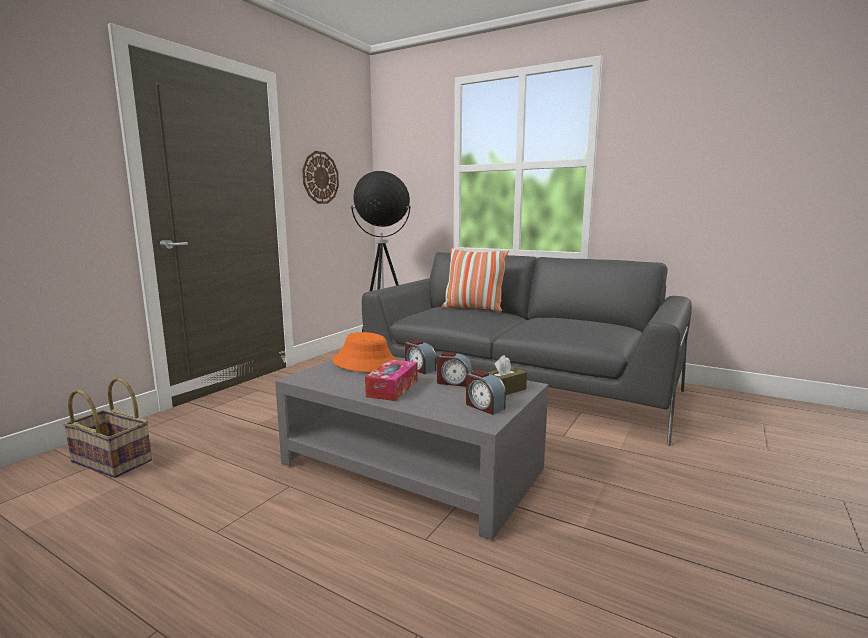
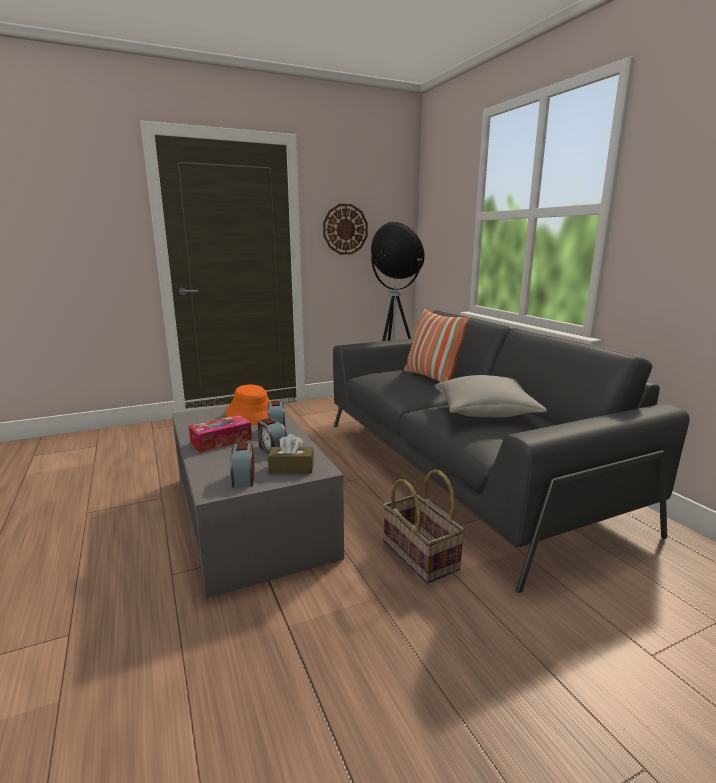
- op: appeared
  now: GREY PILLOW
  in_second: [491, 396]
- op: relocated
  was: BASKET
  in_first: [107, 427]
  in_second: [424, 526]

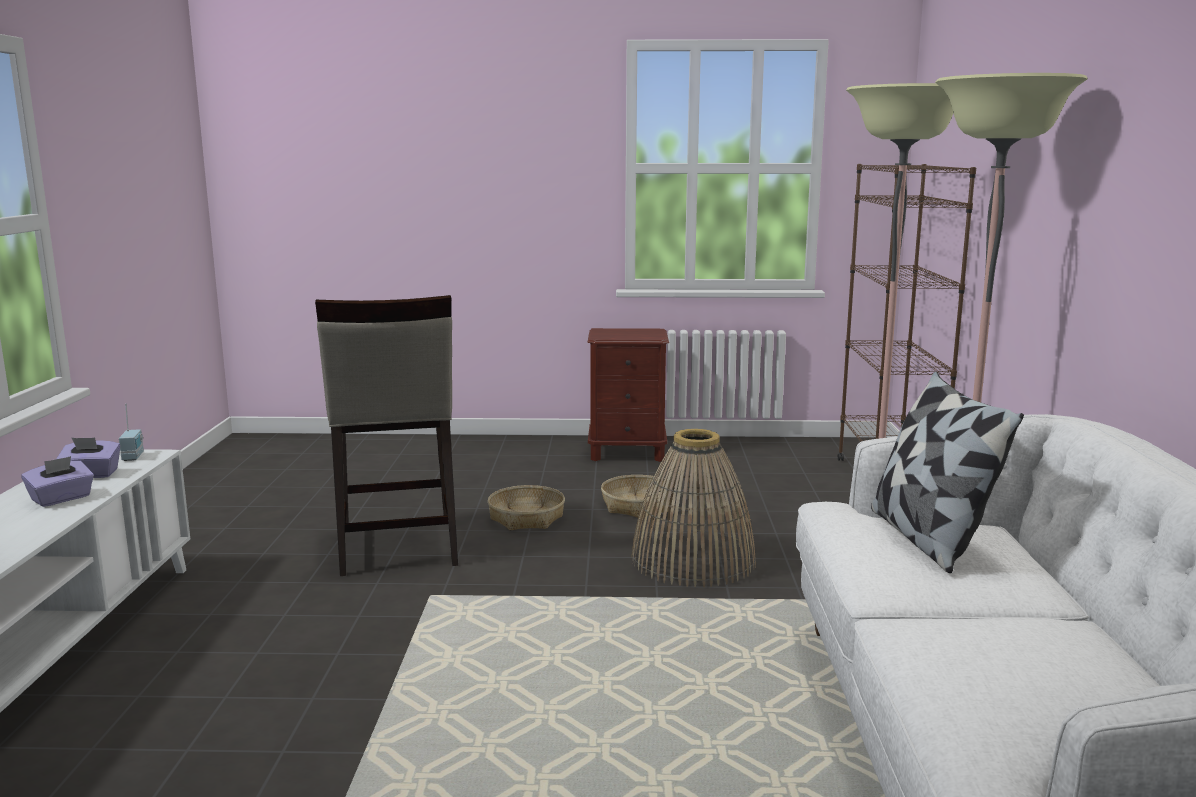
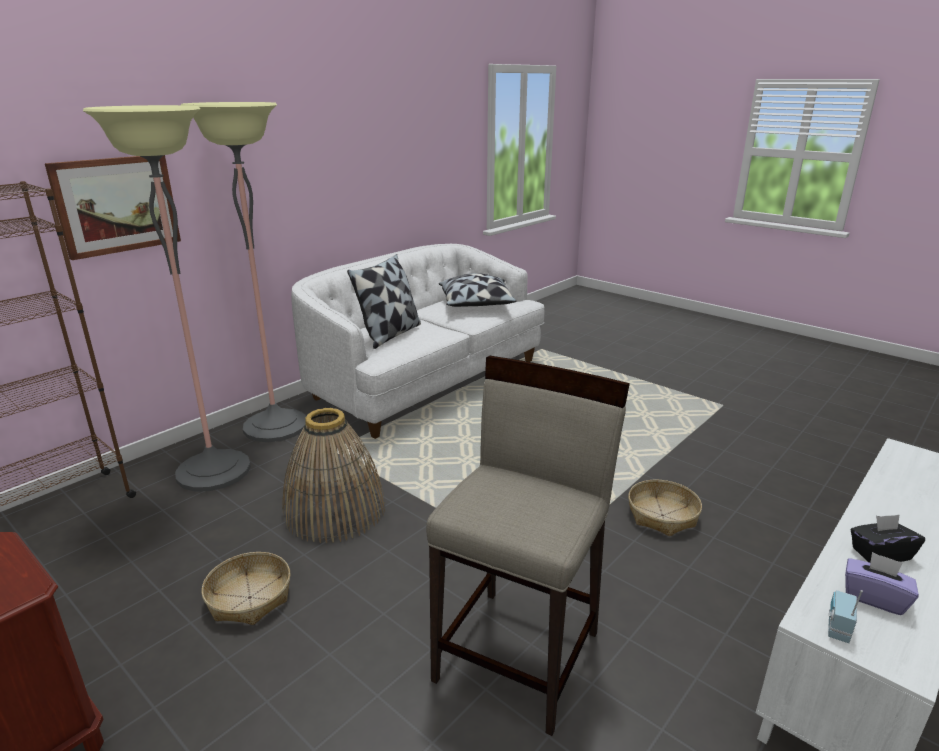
- op: appeared
  now: PICTURE
  in_second: [113, 207]
- op: appeared
  now: PILLOW
  in_second: [478, 290]
- op: relocated
  was: BASKET
  in_first: [526, 507]
  in_second: [665, 508]
- op: colour
  was: PURPLE TISSUE BOX
  now: BLACK TISSUE BOX
  in_first: [57, 481]
  in_second: [887, 539]

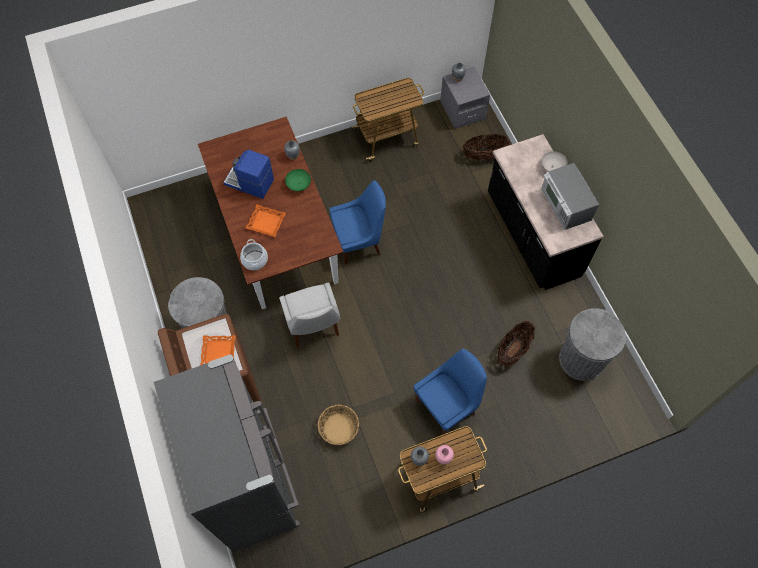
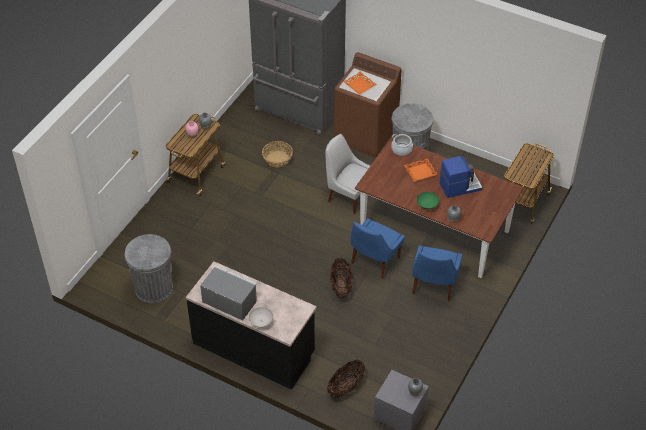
- op: relocated
  was: CART
  in_first: [387, 120]
  in_second: [529, 183]
- op: relocated
  was: BLUE CHAIR
  in_first: [450, 392]
  in_second: [437, 273]
- op: relocated
  was: BASKET
  in_first: [516, 343]
  in_second: [341, 278]

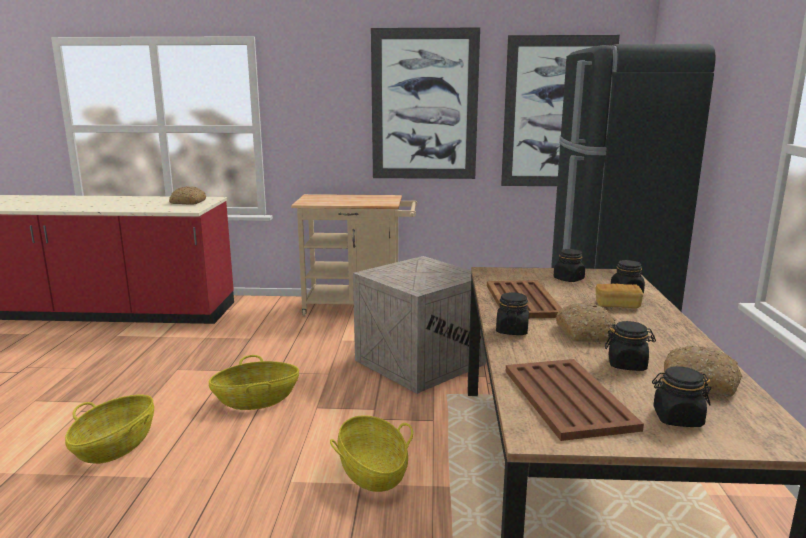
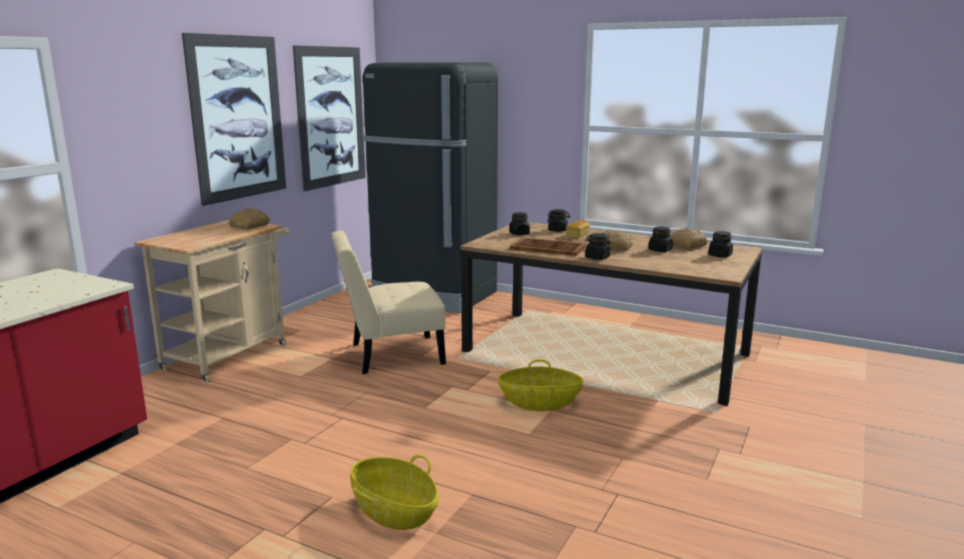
- op: missing
  was: BASKET
  in_first: [254, 382]
- op: missing
  was: BROWN TRAY
  in_first: [575, 400]
- op: relocated
  was: BREAD
  in_first: [188, 195]
  in_second: [249, 219]
- op: exchanged
  was: CRATE
  now: BEIGE CHAIR
  in_first: [419, 325]
  in_second: [389, 302]

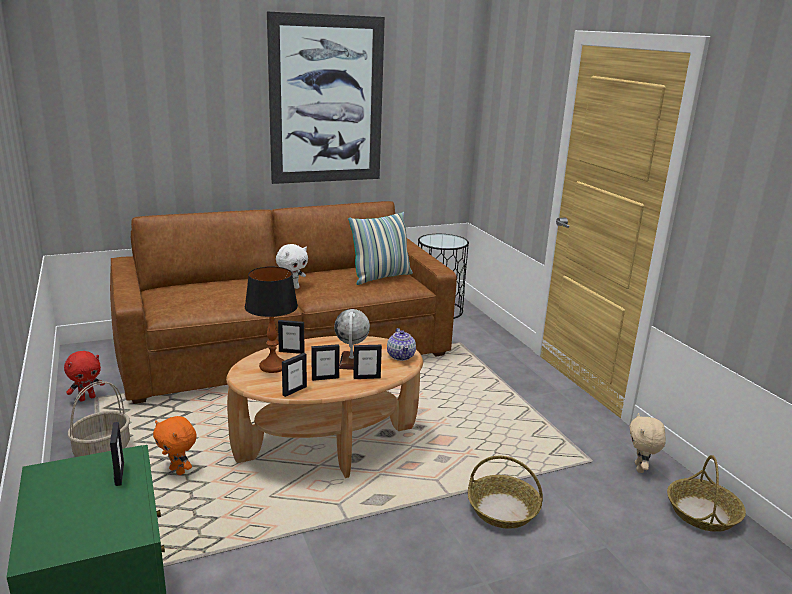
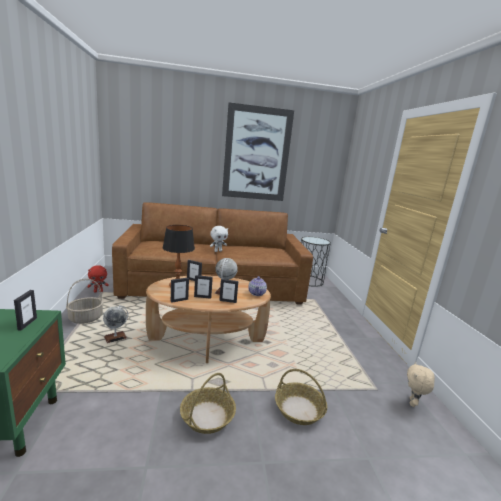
- op: missing
  was: PILLOW
  in_first: [380, 248]
- op: relocated
  was: BASKET
  in_first: [706, 493]
  in_second: [208, 403]
- op: exchanged
  was: ORANGE PLUSH TOY
  now: GLOBE
  in_first: [175, 445]
  in_second: [115, 324]

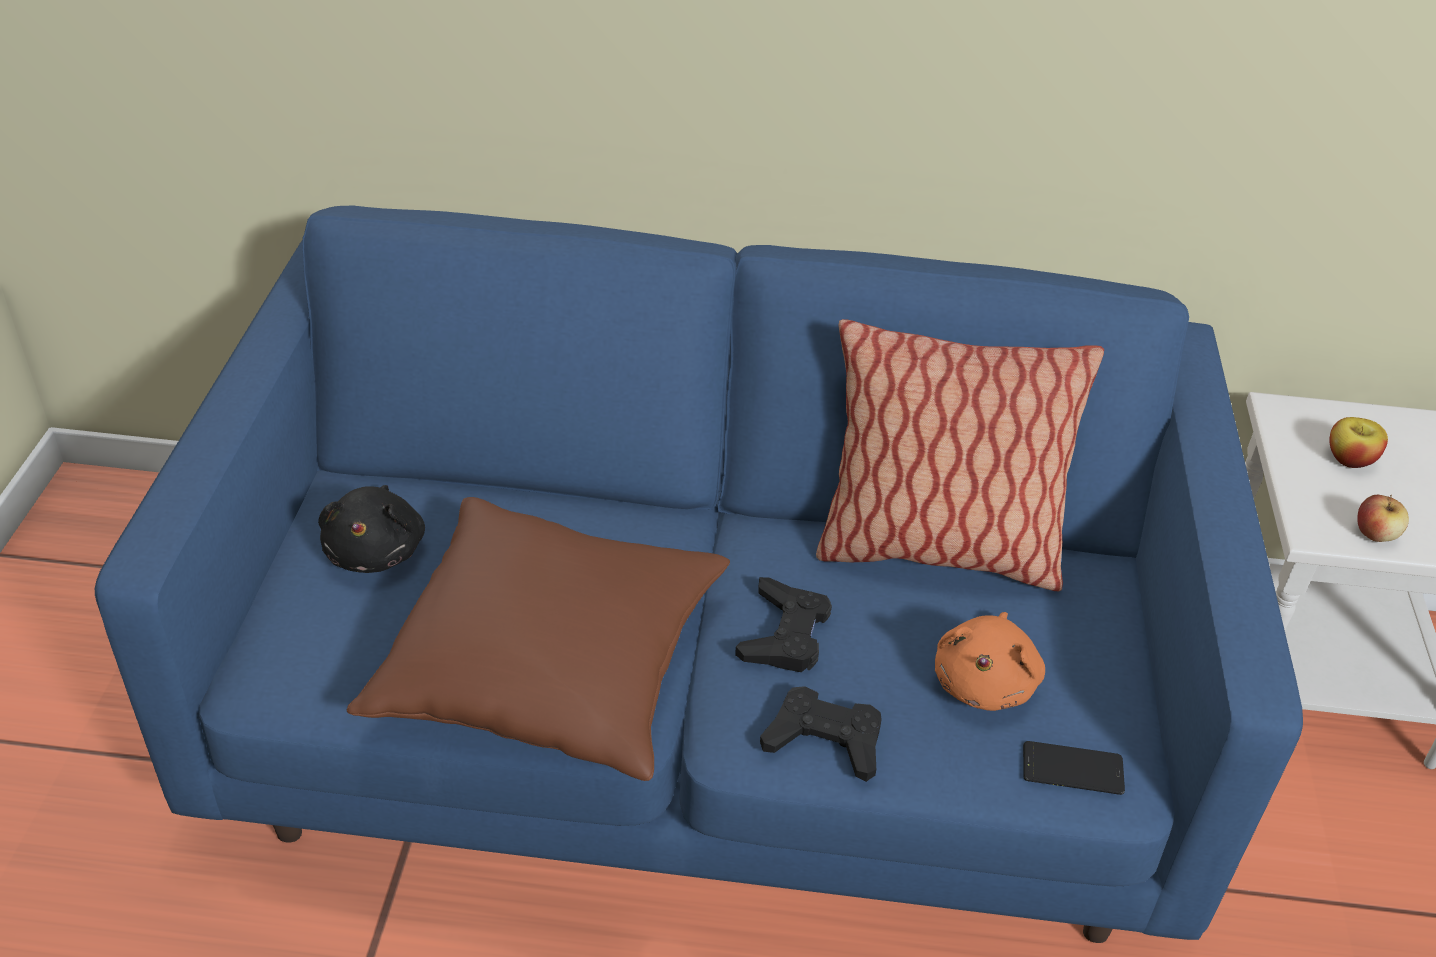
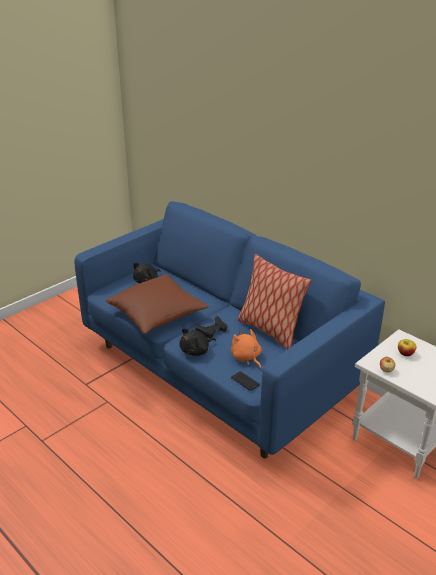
- op: exchanged
  was: BLACK GAME CONTROLLER
  now: BLACK PLUSH TOY
  in_first: [821, 734]
  in_second: [197, 342]
- op: spun
  was: ORANGE PLUSH TOY
  in_first: [990, 661]
  in_second: [246, 349]
  clockwise: 90

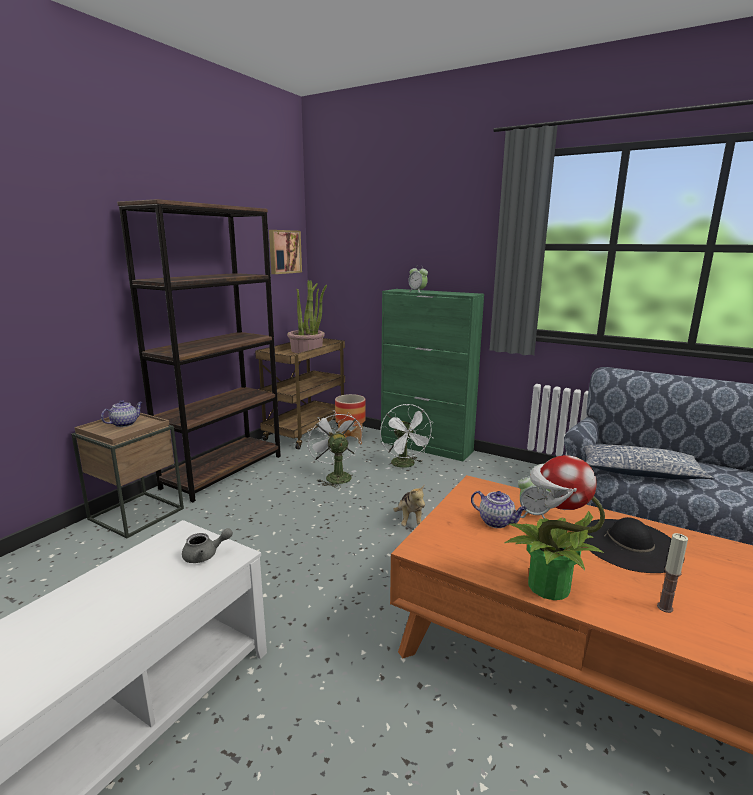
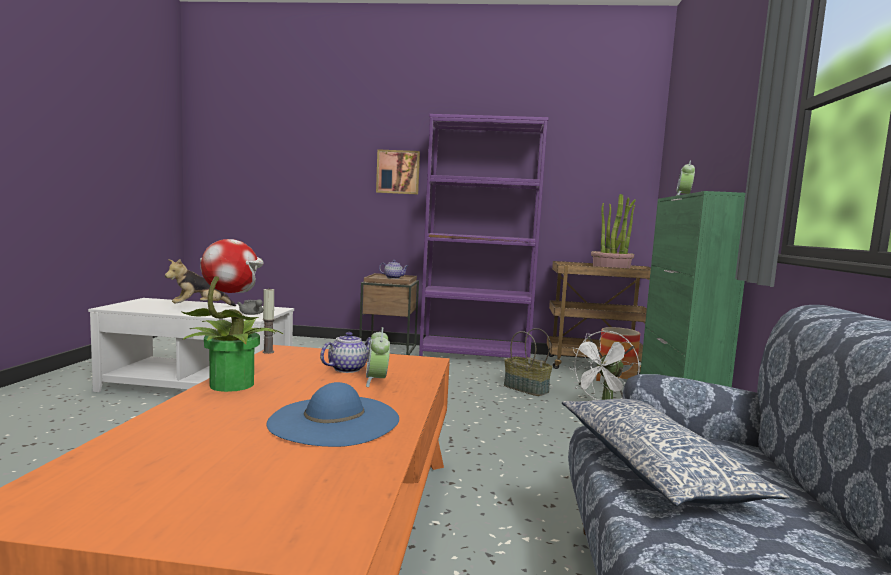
- op: relocated
  was: PICTURE
  in_first: [285, 252]
  in_second: [398, 172]
- op: relocated
  was: PLUSH TOY
  in_first: [409, 505]
  in_second: [200, 282]
- op: relocated
  was: CANDLE
  in_first: [672, 573]
  in_second: [269, 320]
- op: exchanged
  was: WHITE FAN
  now: BASKET
  in_first: [335, 449]
  in_second: [528, 362]
- op: colour
  was: BROWN BOOKCASE
  now: PURPLE BOOKCASE
  in_first: [199, 350]
  in_second: [483, 236]
- op: colour
  was: BLACK HAT
  now: BLUE HAT
  in_first: [634, 545]
  in_second: [332, 414]
- op: spun
  was: TEAPOT
  in_first: [499, 509]
  in_second: [345, 352]
  clockwise: -150

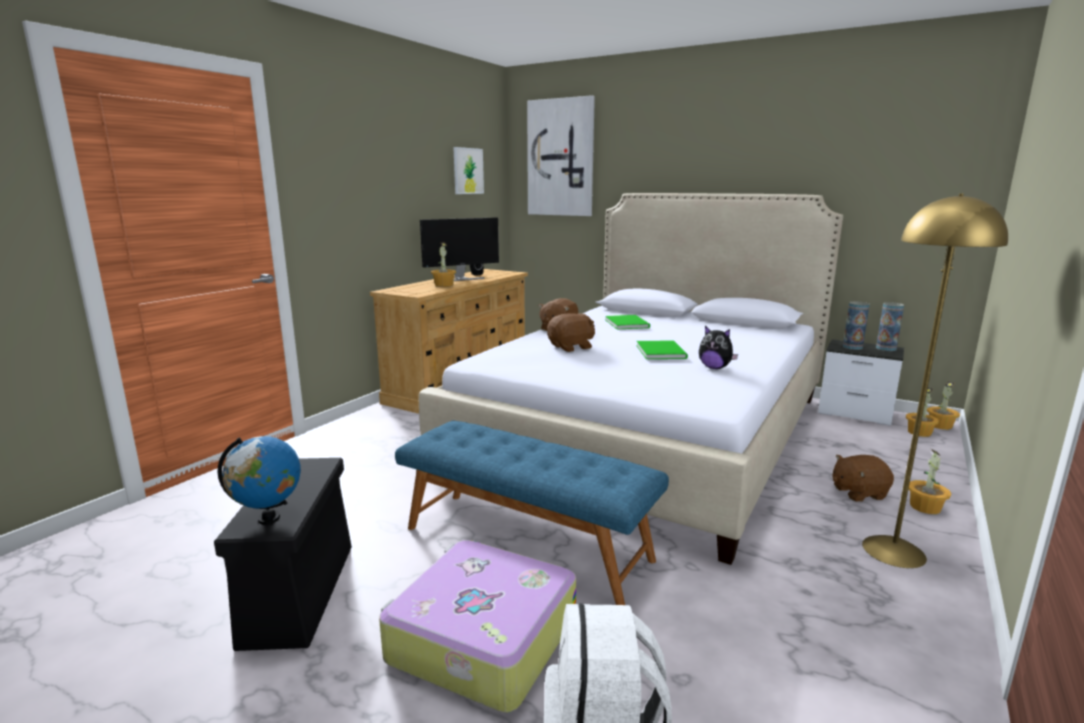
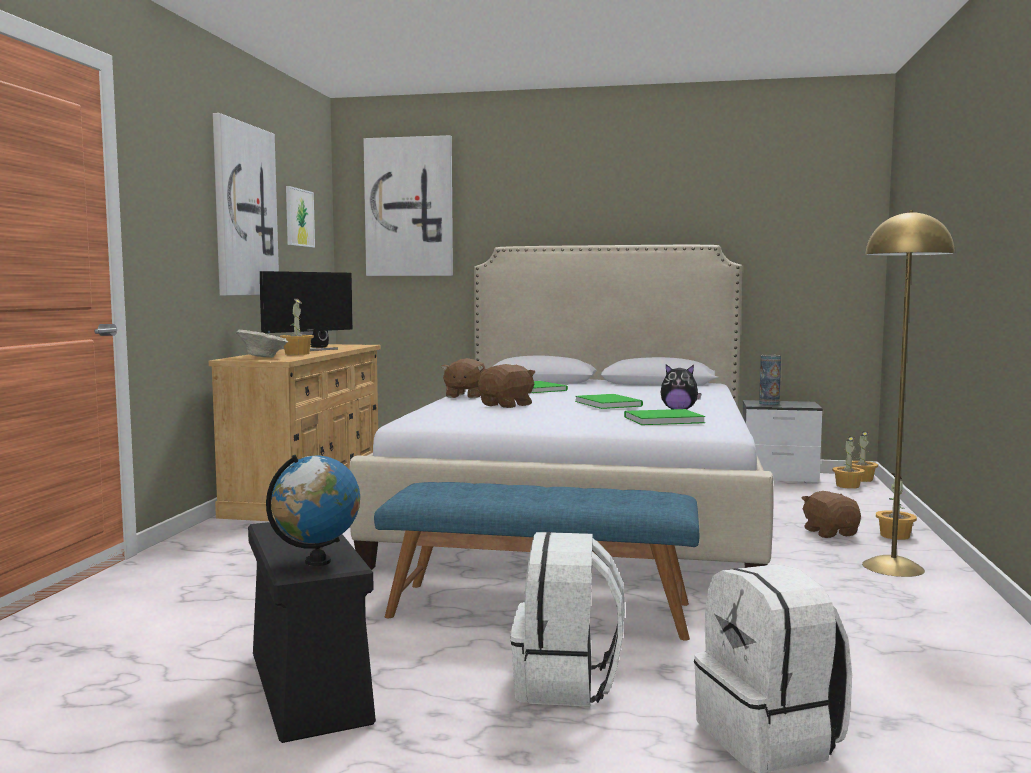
- op: missing
  was: VASE
  in_first: [890, 326]
- op: appeared
  now: PICTURE
  in_second: [246, 204]
- op: appeared
  now: BEIGE BOWL
  in_second: [262, 344]
- op: appeared
  now: GREEN BOOK
  in_second: [664, 417]
- op: exchanged
  was: SUITCASE
  now: WHITE BACKPACK
  in_first: [477, 626]
  in_second: [568, 619]
- op: spun
  was: BROWN PLUSH TOY
  in_first: [863, 478]
  in_second: [831, 514]
  clockwise: 105

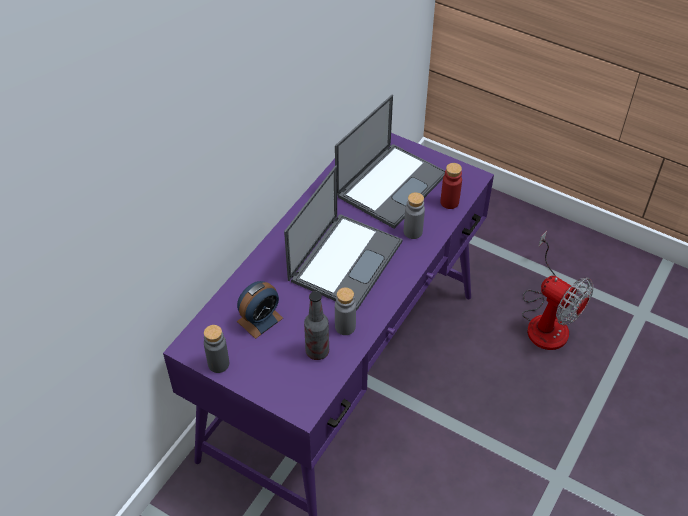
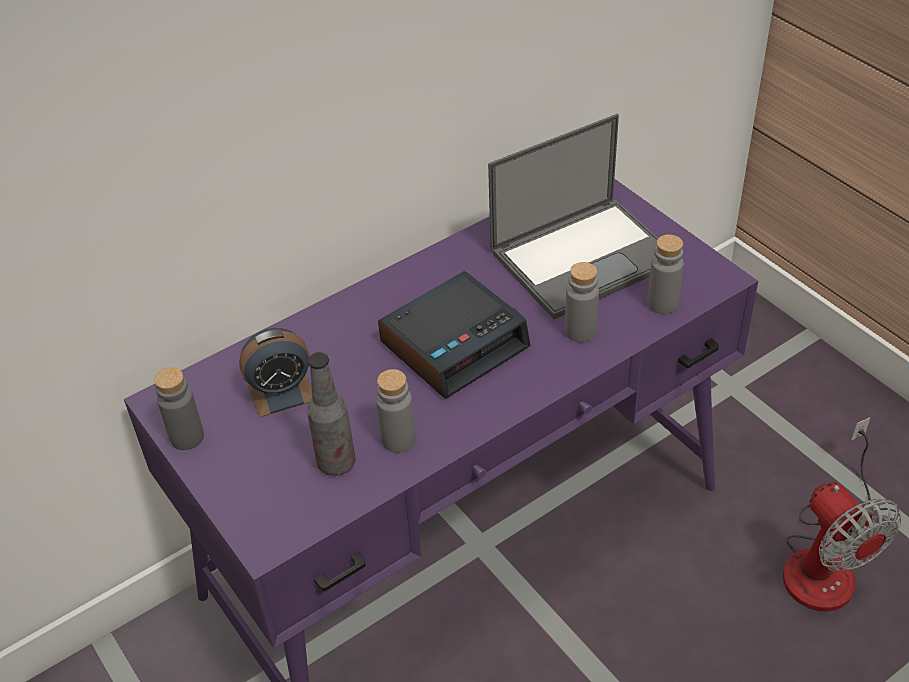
- op: exchanged
  was: LAPTOP
  now: ALARM CLOCK
  in_first: [343, 237]
  in_second: [454, 335]
- op: colour
  was: RED BOTTLE
  now: GREY BOTTLE
  in_first: [451, 186]
  in_second: [665, 274]

